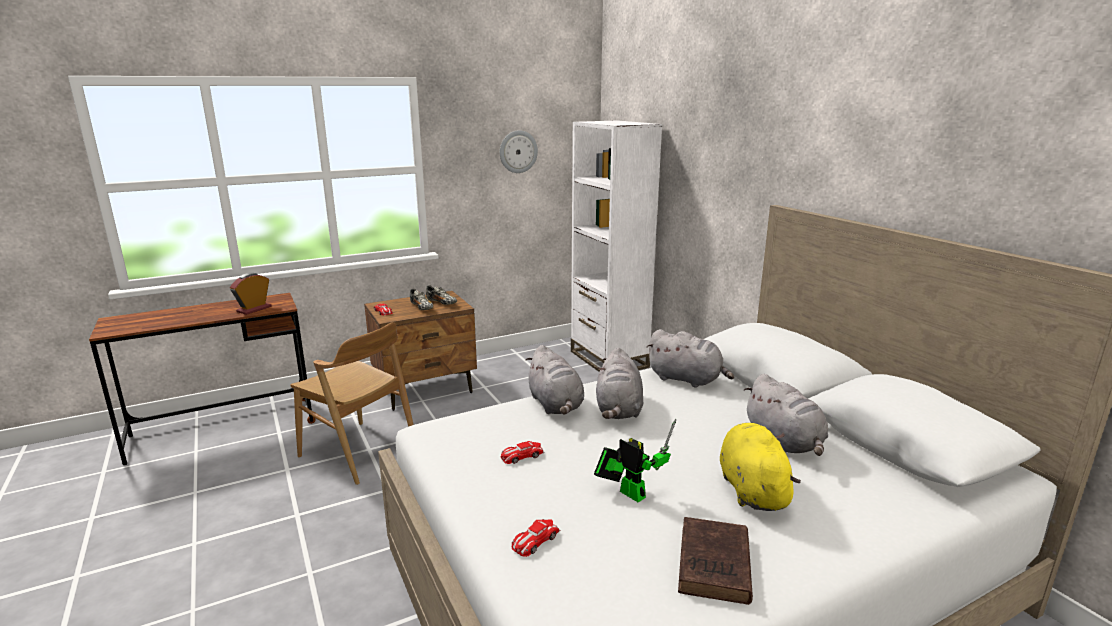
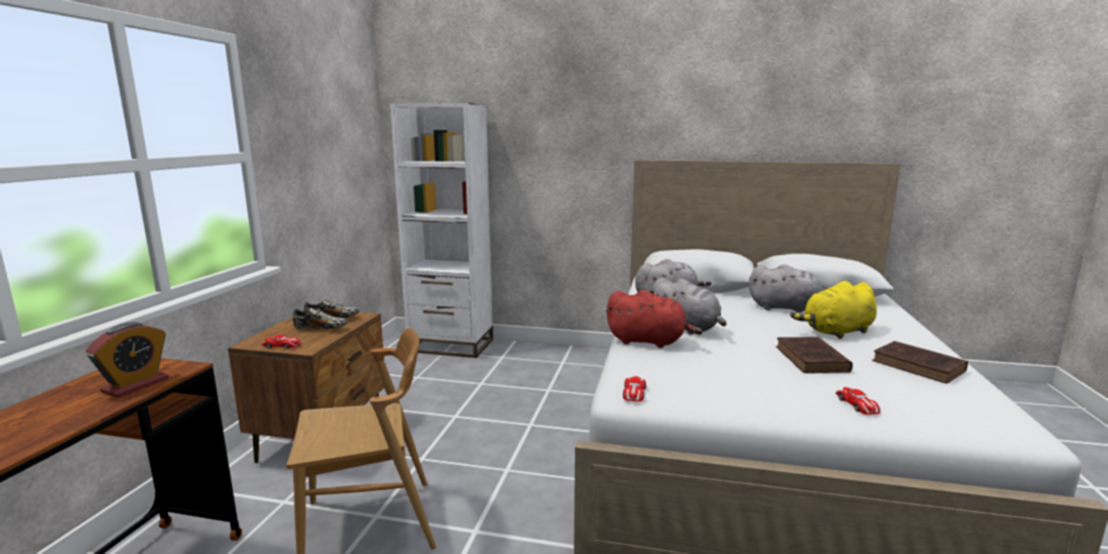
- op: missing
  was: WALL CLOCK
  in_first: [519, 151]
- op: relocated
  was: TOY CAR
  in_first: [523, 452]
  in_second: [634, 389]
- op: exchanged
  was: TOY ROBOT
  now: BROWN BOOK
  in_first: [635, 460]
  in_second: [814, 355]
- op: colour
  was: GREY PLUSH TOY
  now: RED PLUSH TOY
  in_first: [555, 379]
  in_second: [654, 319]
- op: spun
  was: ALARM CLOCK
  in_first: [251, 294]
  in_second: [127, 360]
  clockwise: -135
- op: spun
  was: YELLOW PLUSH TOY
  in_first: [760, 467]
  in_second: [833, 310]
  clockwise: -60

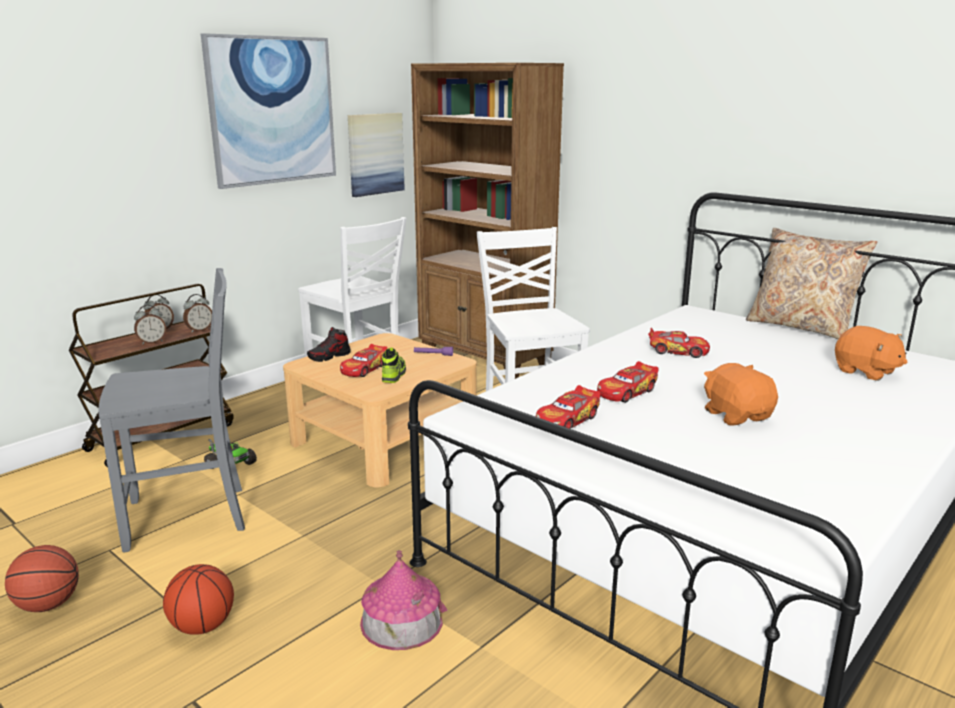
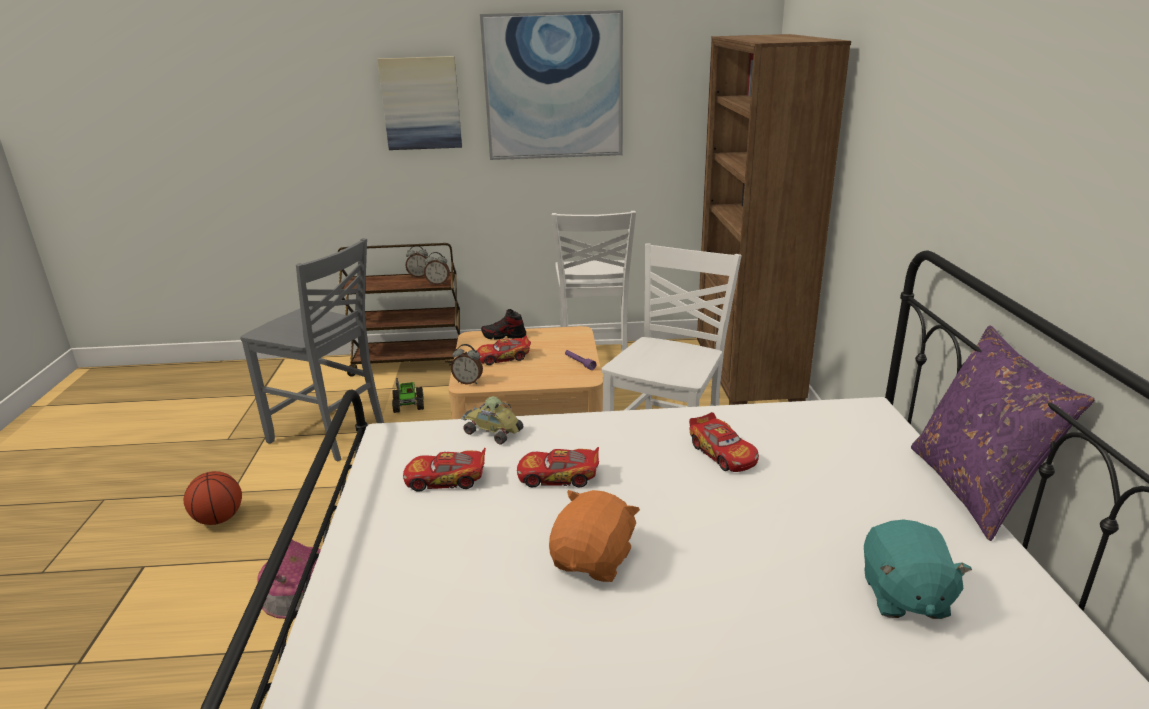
- op: missing
  was: BASKETBALL
  in_first: [42, 578]
- op: missing
  was: SHOE
  in_first: [394, 365]
- op: appeared
  now: TOY CAR
  in_second: [492, 420]
- op: relocated
  was: ALARM CLOCK
  in_first: [150, 324]
  in_second: [467, 364]
- op: relocated
  was: PICTURE
  in_first: [376, 155]
  in_second: [419, 103]
- op: colour
  was: BEIGE PILLOW
  now: PURPLE PILLOW
  in_first: [811, 283]
  in_second: [1003, 433]
- op: colour
  was: ORANGE PLUSH TOY
  now: TURQUOISE PLUSH TOY
  in_first: [871, 353]
  in_second: [918, 569]

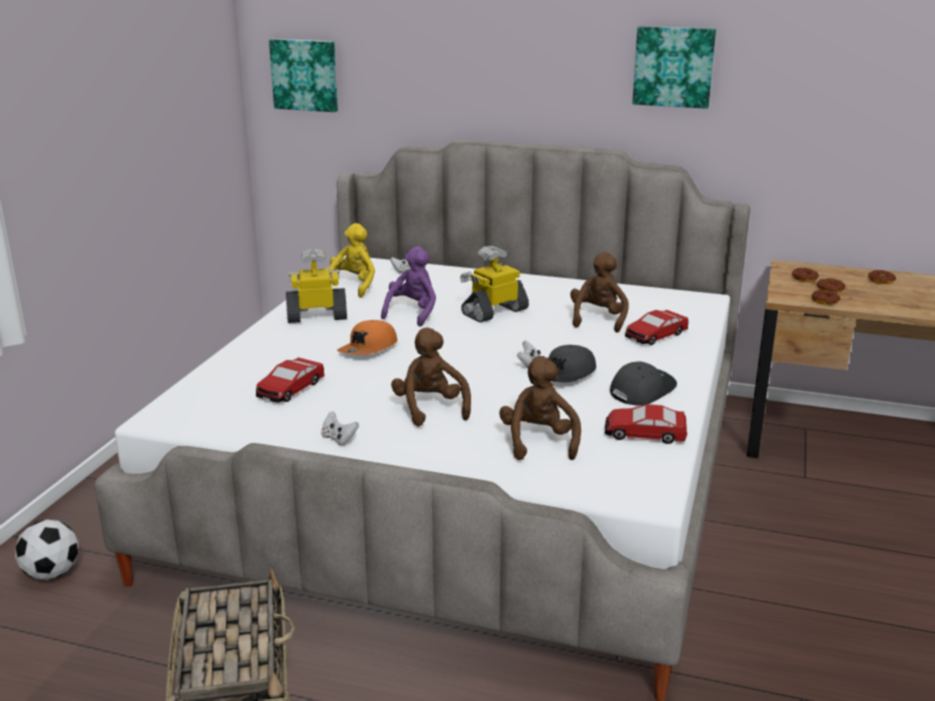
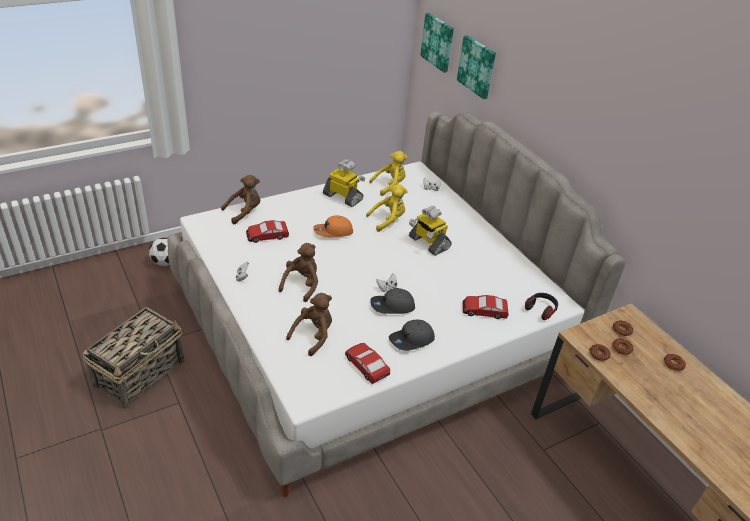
- op: appeared
  now: HEADPHONES
  in_second: [541, 306]
- op: relocated
  was: BROWN PLUSH TOY
  in_first: [599, 292]
  in_second: [240, 199]
- op: relocated
  was: PICTURE
  in_first: [674, 67]
  in_second: [476, 67]
- op: colour
  was: PURPLE PLUSH TOY
  now: YELLOW PLUSH TOY
  in_first: [408, 286]
  in_second: [387, 208]
- op: spun
  was: TOY ROBOT
  in_first: [494, 284]
  in_second: [430, 231]
  clockwise: -135
- op: spun
  was: GREY CAP
  in_first: [643, 383]
  in_second: [412, 335]
  clockwise: 150

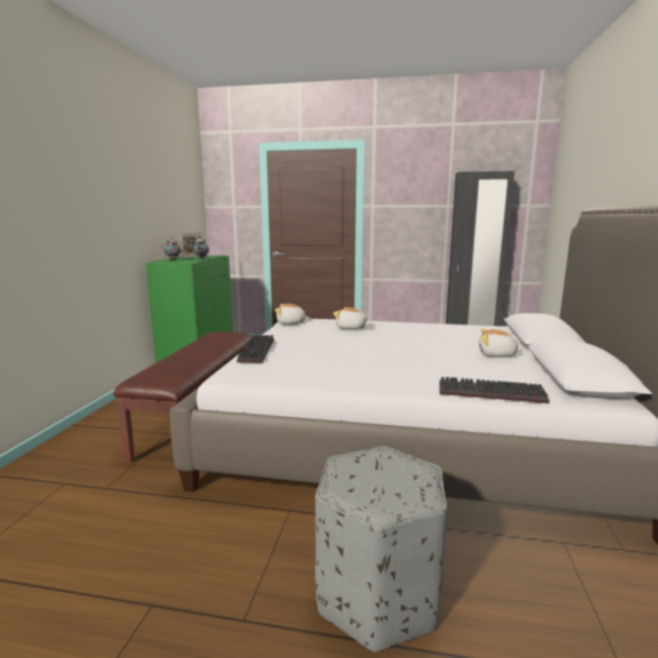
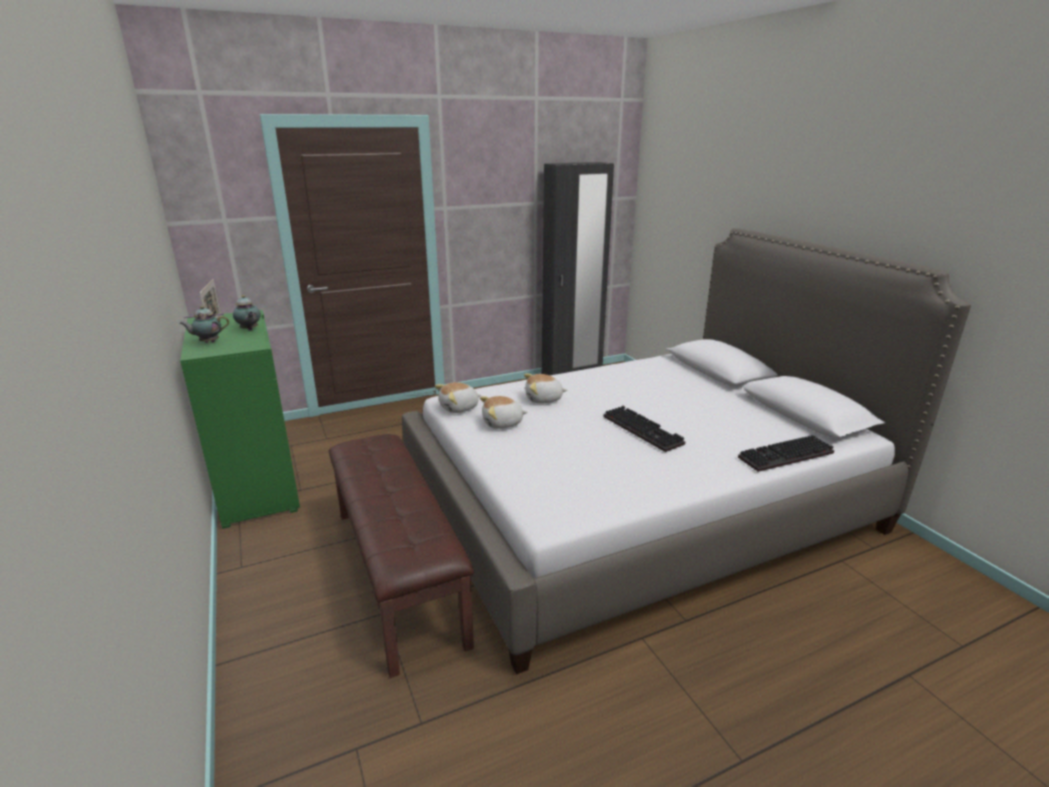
- op: missing
  was: GREY OTTOMAN
  in_first: [381, 549]
- op: relocated
  was: KEYBOARD
  in_first: [255, 349]
  in_second: [644, 429]
- op: relocated
  was: PLUSH TOY
  in_first: [501, 343]
  in_second: [503, 412]

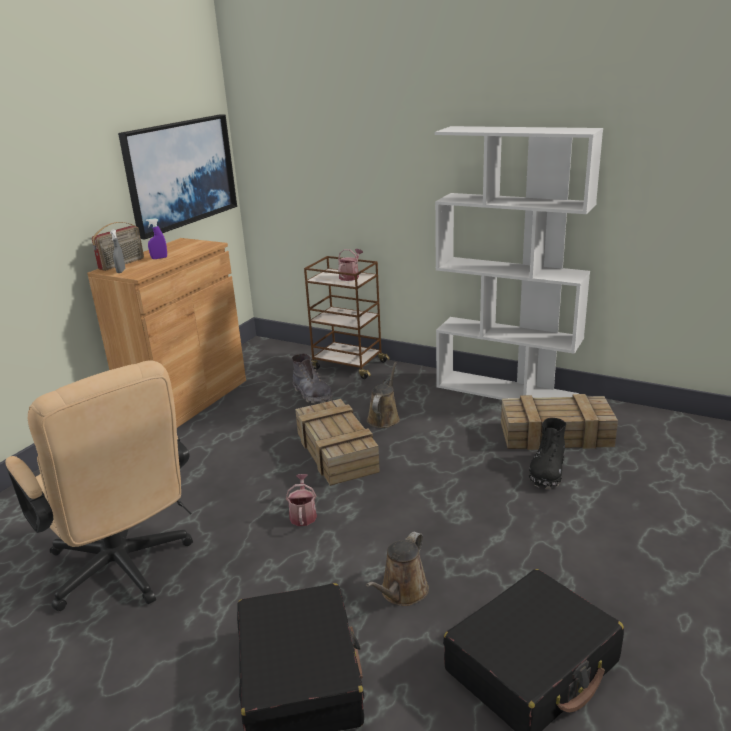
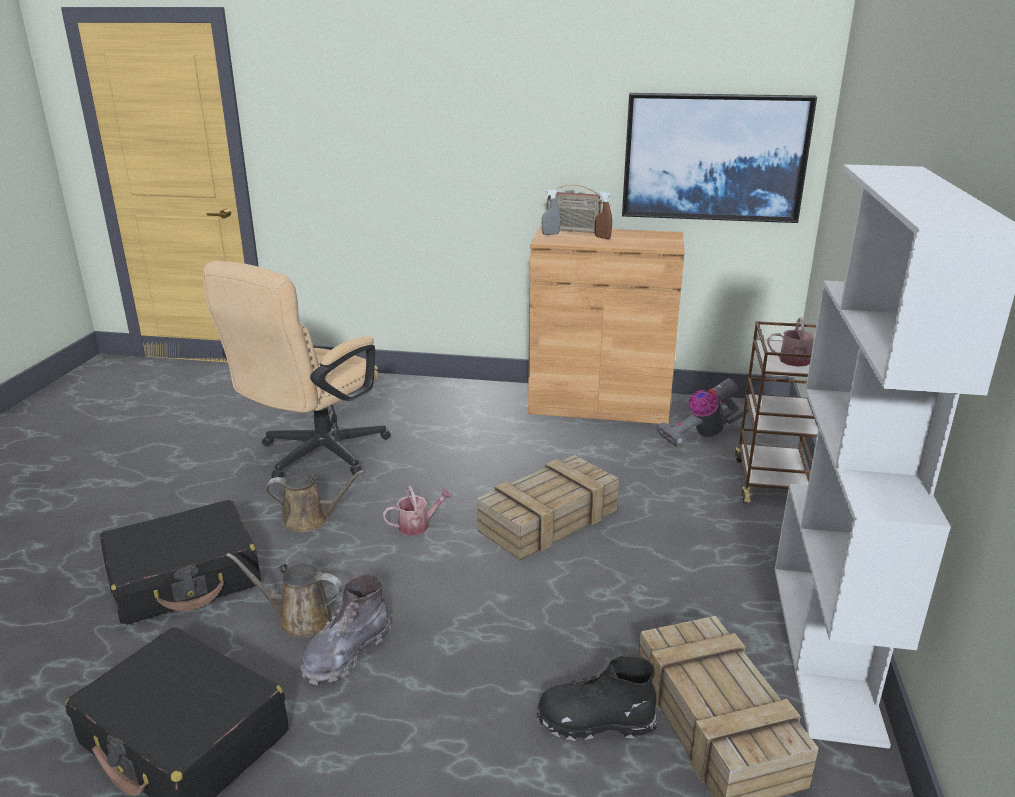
- op: appeared
  now: VACUUM CLEANER
  in_second: [703, 412]
- op: relocated
  was: GREY BOOT
  in_first: [312, 379]
  in_second: [345, 629]
- op: relocated
  was: BROWN WATERING CAN
  in_first: [383, 395]
  in_second: [315, 501]
- op: colour
  was: PURPLE SPRAY BOTTLE
  now: BROWN SPRAY BOTTLE
  in_first: [156, 238]
  in_second: [603, 215]

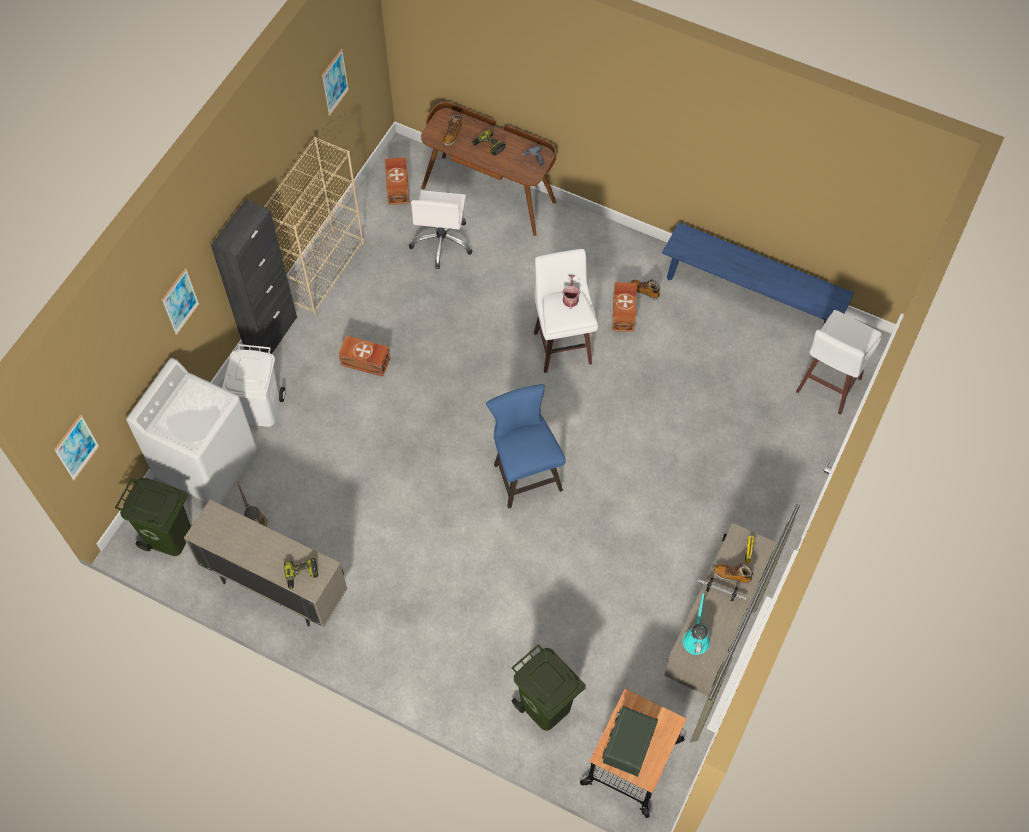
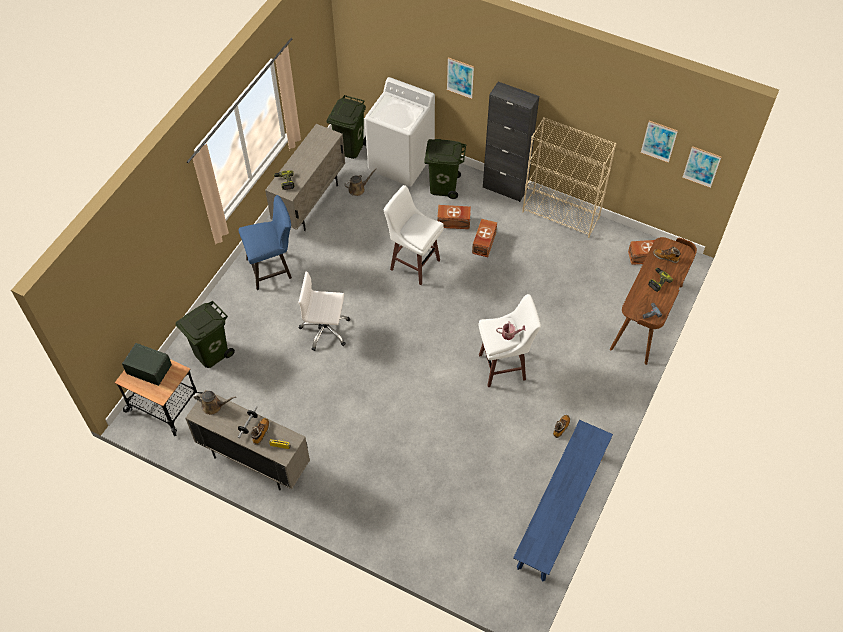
- op: relocated
  was: PICTURE
  in_first: [76, 447]
  in_second: [701, 167]
- op: relocated
  was: WHITE OFFICE CHAIR
  in_first: [441, 229]
  in_second: [324, 311]
- op: relocated
  was: BLUE STOOL
  in_first: [526, 446]
  in_second: [265, 242]
- op: relocated
  was: BROWN STORAGE BOX
  in_first: [624, 307]
  in_second: [454, 217]
- op: relocated
  was: WHITE STOOL
  in_first: [839, 362]
  in_second: [414, 235]
- op: colour
  was: WHITE TRASH CAN
  now: GREEN TRASH CAN
  in_first: [253, 385]
  in_second: [445, 169]
- op: colour
  was: TURQUOISE WATERING CAN
  now: BROWN WATERING CAN
  in_first: [696, 624]
  in_second: [215, 403]

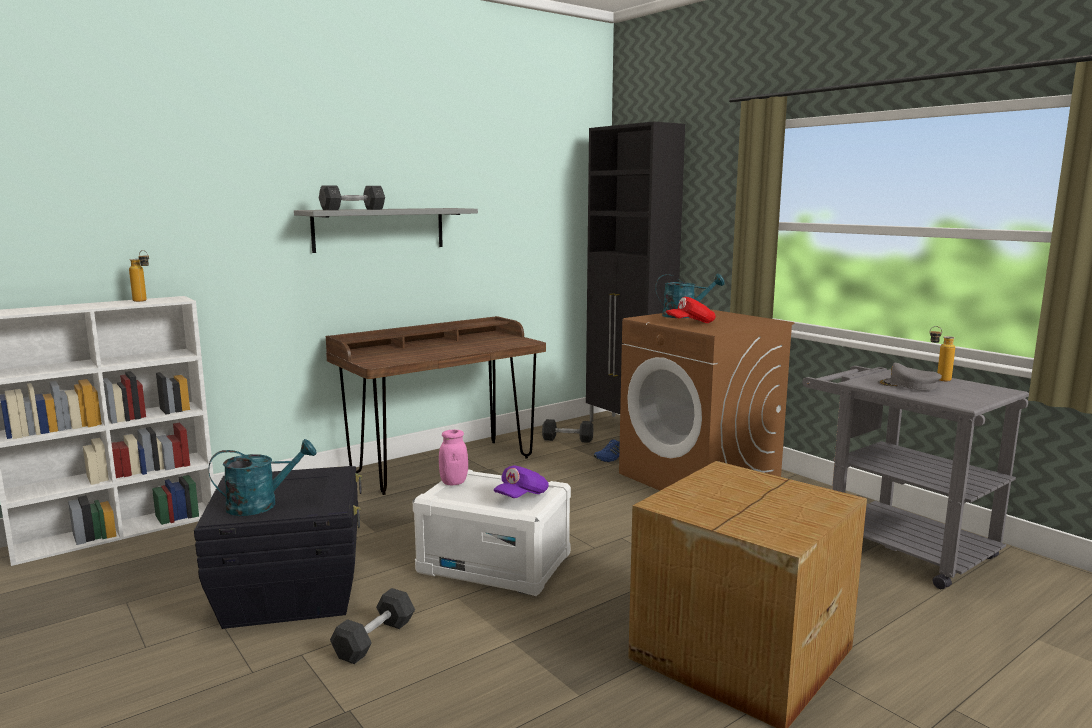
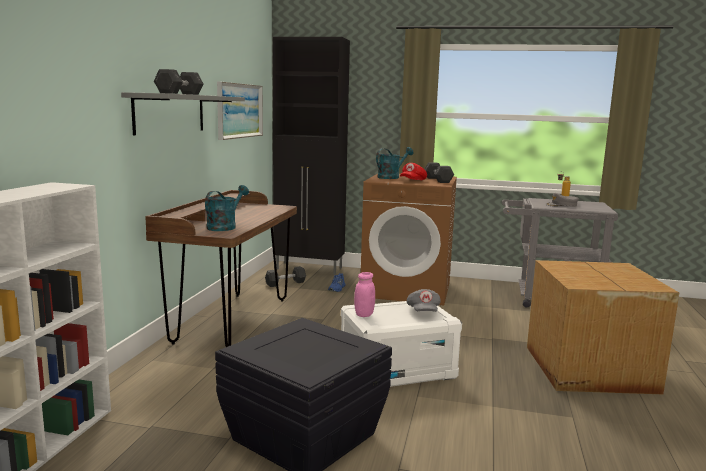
- op: missing
  was: BOTTLE
  in_first: [139, 276]
- op: appeared
  now: PICTURE
  in_second: [240, 111]
- op: relocated
  was: TURQUOISE WATERING CAN
  in_first: [262, 477]
  in_second: [227, 208]
- op: relocated
  was: GREY DUMBBELL
  in_first: [372, 626]
  in_second: [439, 172]
- op: colour
  was: PURPLE CAP
  now: GREY CAP
  in_first: [521, 482]
  in_second: [424, 300]

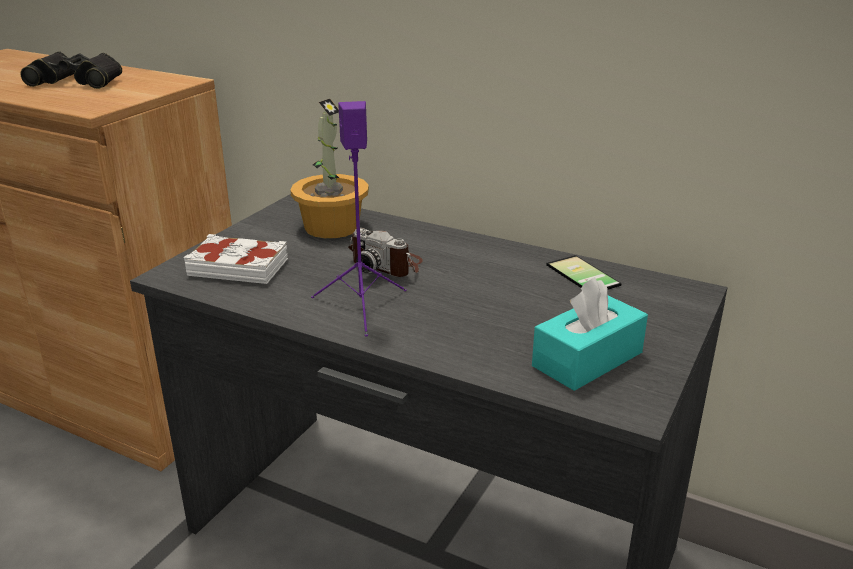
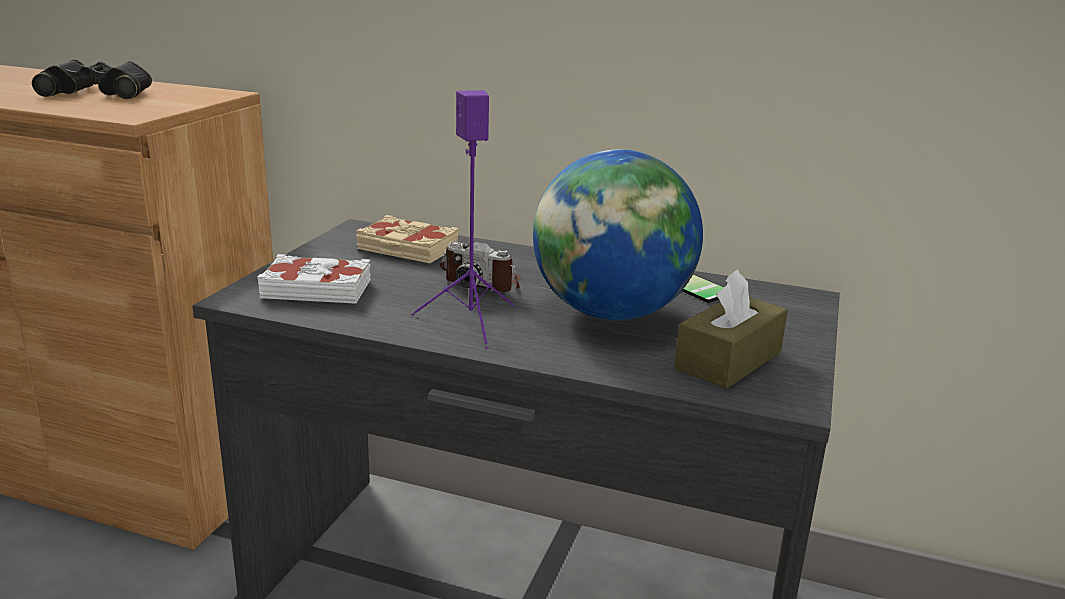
- op: appeared
  now: GLOBE
  in_second: [618, 234]
- op: exchanged
  was: POTTED PLANT
  now: BEIGE BOOK
  in_first: [329, 168]
  in_second: [407, 239]
- op: colour
  was: TURQUOISE TISSUE BOX
  now: BROWN TISSUE BOX
  in_first: [590, 334]
  in_second: [731, 329]

